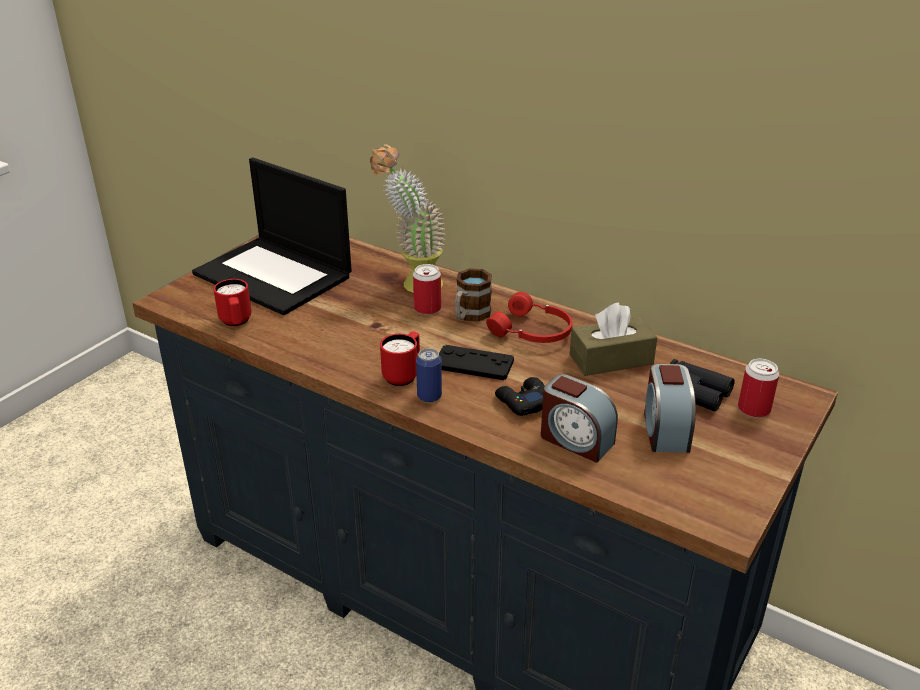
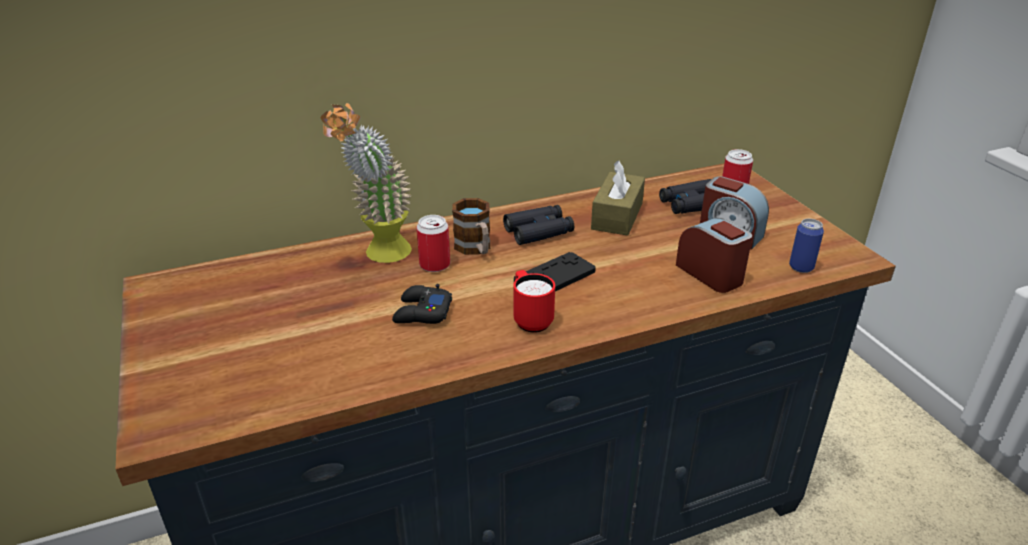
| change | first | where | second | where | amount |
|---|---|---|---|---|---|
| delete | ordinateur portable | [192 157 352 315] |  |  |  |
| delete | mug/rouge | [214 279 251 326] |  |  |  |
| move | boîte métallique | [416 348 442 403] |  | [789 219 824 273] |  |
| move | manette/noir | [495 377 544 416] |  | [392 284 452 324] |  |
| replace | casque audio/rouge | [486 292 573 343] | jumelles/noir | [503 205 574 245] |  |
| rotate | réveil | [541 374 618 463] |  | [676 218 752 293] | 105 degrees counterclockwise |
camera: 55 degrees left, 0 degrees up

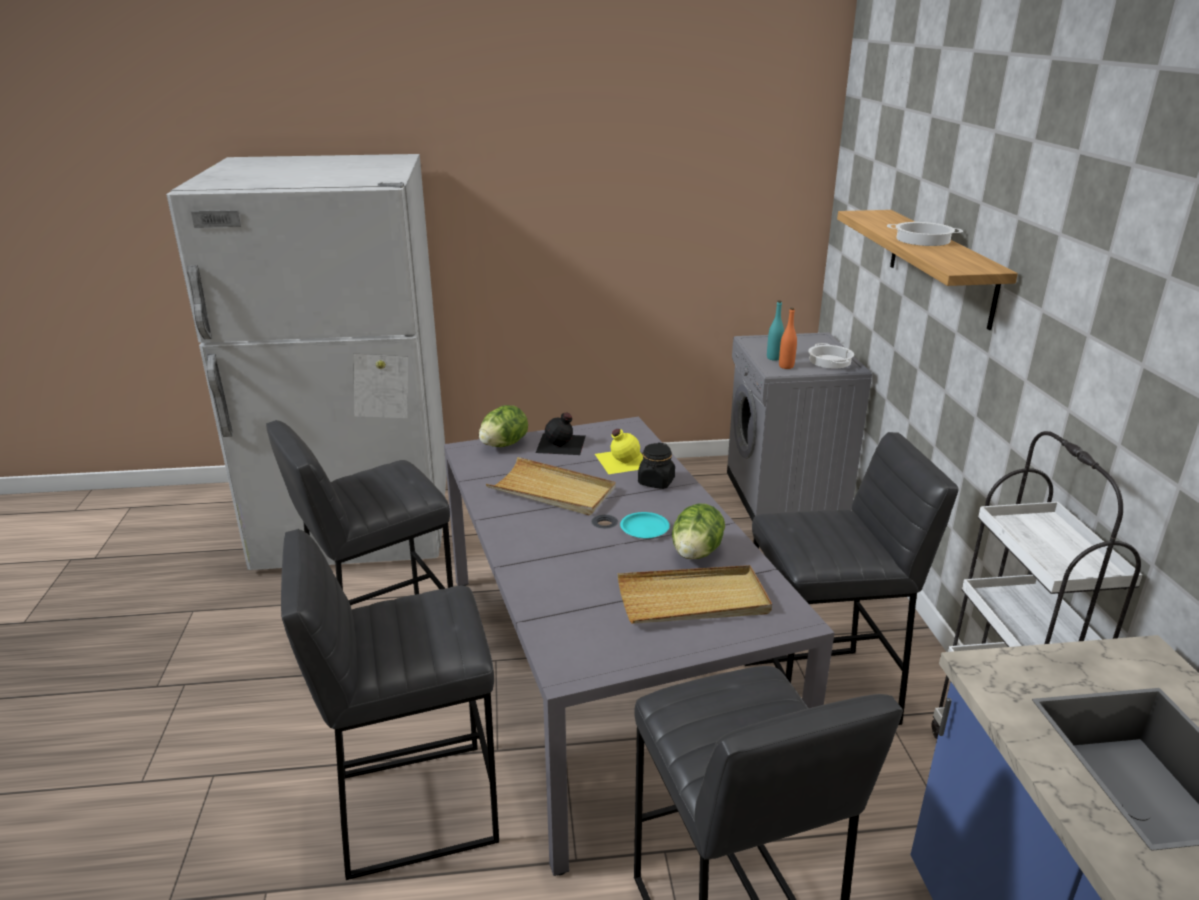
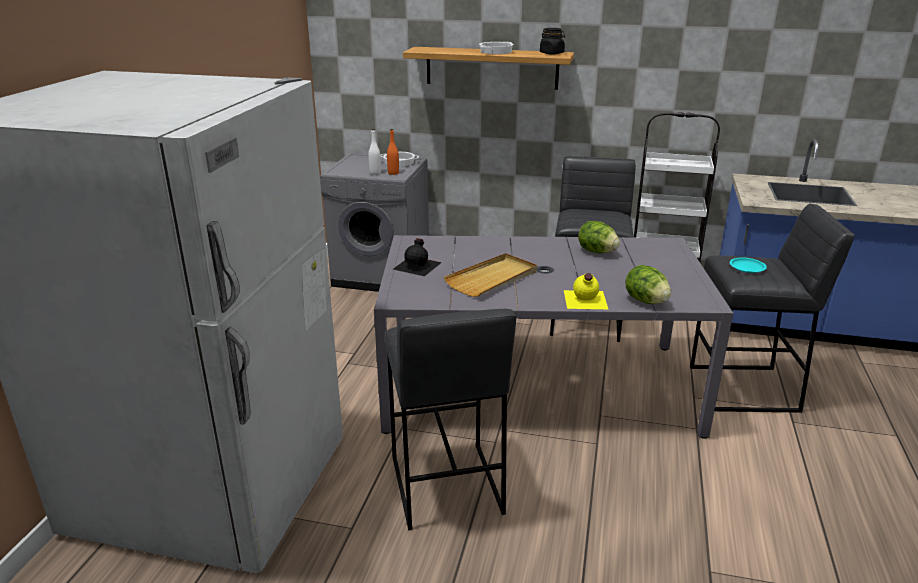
| change | first | where | second | where | amount |
|---|---|---|---|---|---|
| delete | tabouret/gris | [281 529 499 880] |  |  |  |
| delete | plateau/beige | [618 565 772 624] |  |  |  |
| move | laitue | [479 405 528 447] |  | [625 265 671 304] |  |
| move | bouteille/jaune | [595 429 643 474] |  | [564 273 608 309] |  |
| move | assiette/turquoise | [620 512 670 538] |  | [730 258 767 273] |  |
| move | bocal/noir | [638 442 675 489] |  | [540 28 565 54] |  |
| recolor | bouteille/turquoise | [767 300 784 361] | bouteille/blanc | [369 129 381 175] |  |
camera: 70 degrees left, 0 degrees up

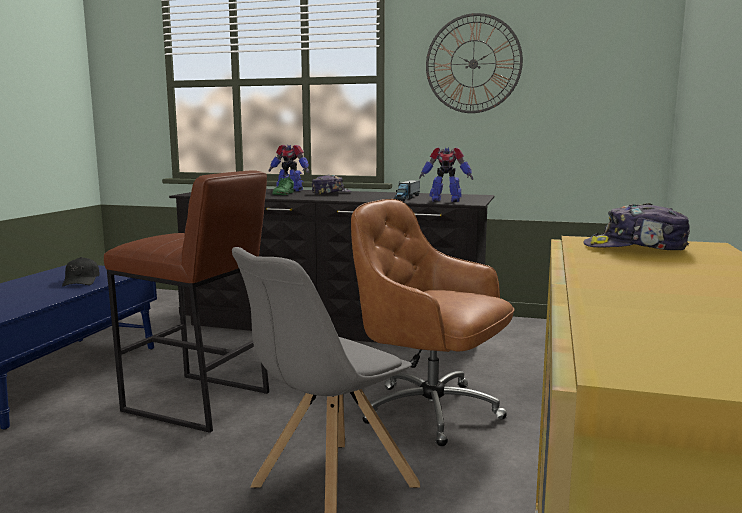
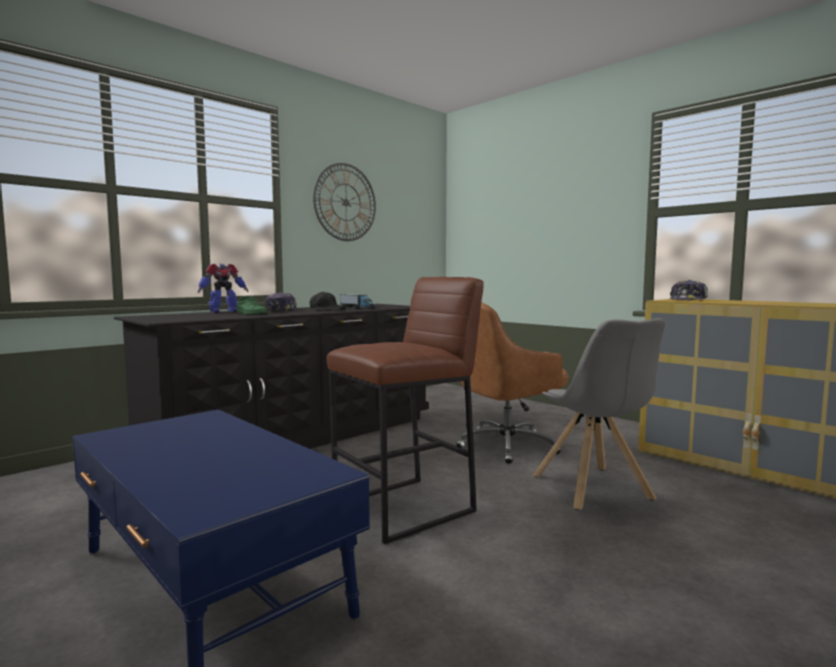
| change | first | where | second | where | amount |
|---|---|---|---|---|---|
| delete | robot jouet | [419 147 473 202] |  |  |  |
| move | casquette/noir | [62 257 99 286] |  | [309 291 346 311] |  |
camera: 60 degrees left, 5 degrees down

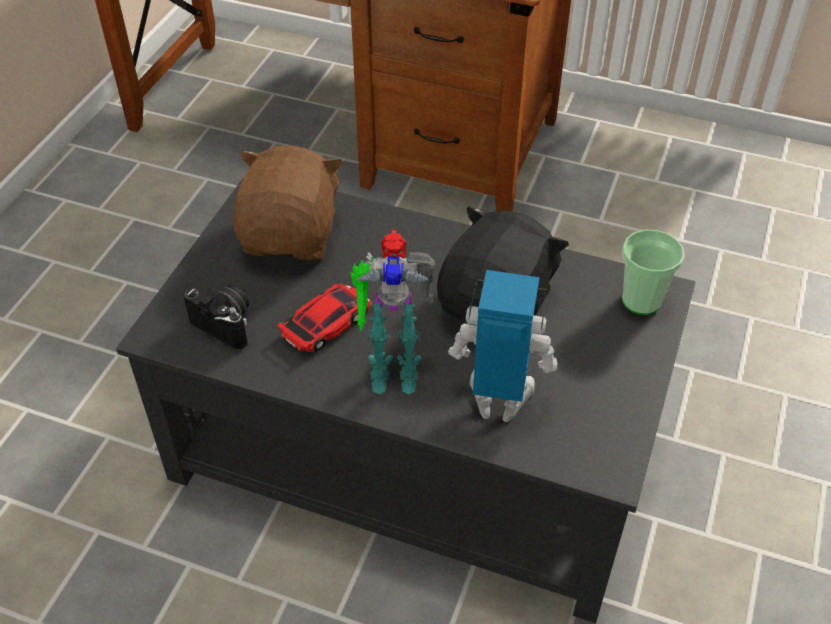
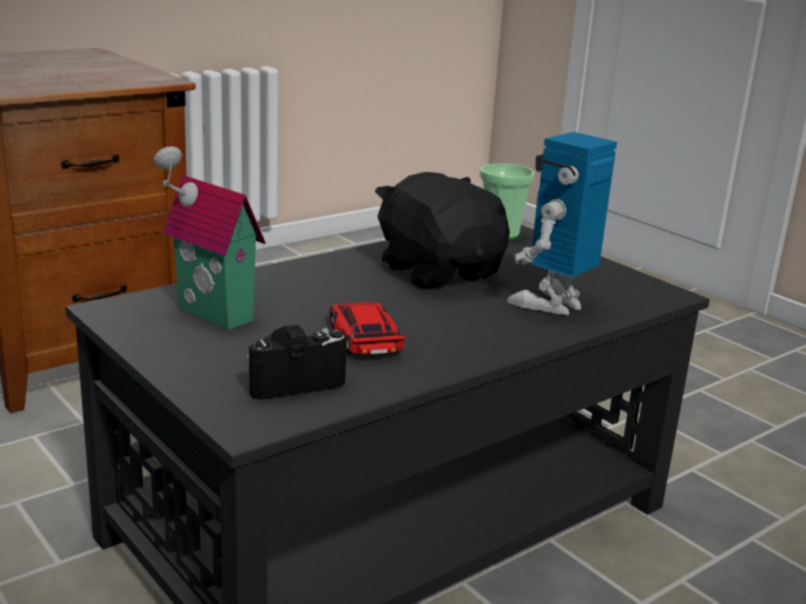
| change | first | where | second | where | amount |
|---|---|---|---|---|---|
| delete | robot jouet | [350 229 435 394] |  |  |  |
| replace | peluche/marron | [232 146 343 260] | maison miniature | [154 146 266 330] |  |
camera: 60 degrees left, 25 degrees down

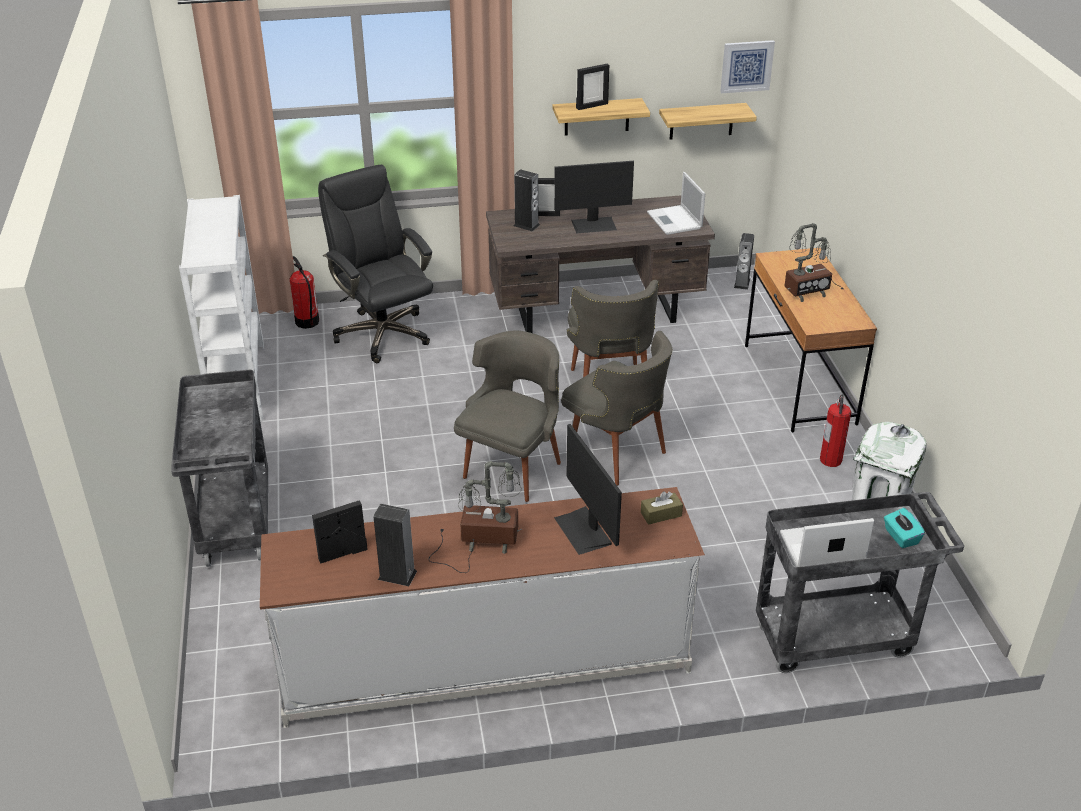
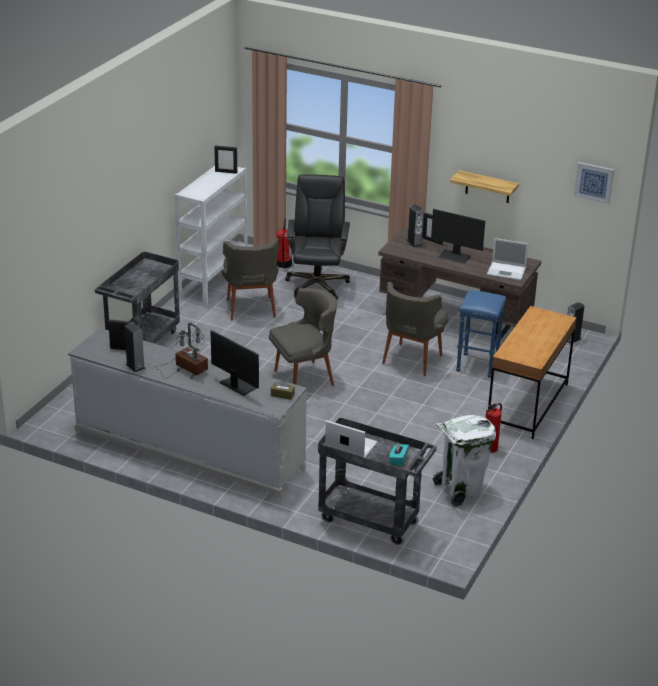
| change | first | where | second | where | amount |
|---|---|---|---|---|---|
| delete | étagère | [659 103 757 140] |  |  |  |
| delete | lampe de table | [784 223 844 302] |  |  |  |
| insert |  |  | tabouret/bleu | [456 290 506 378] |  |
| move | chaise/gris | [561 331 672 486] |  | [221 238 279 320] |  |
| move | cadre photo | [576 64 609 110] |  | [214 146 237 174] |  |
| recolor | meuble de rangement/marron | [260 487 705 728] | meuble de rangement/gris | [68 328 307 500] |  |
| rotate | écran d'ordinateur | [554 424 622 555] |  | [210 330 259 396] | 120 degrees clockwise |
| rotate | ordinateur portable | [647 172 705 235] |  | [487 238 529 281] | 90 degrees counterclockwise |
camera: 35 degrees right, 5 degrees down

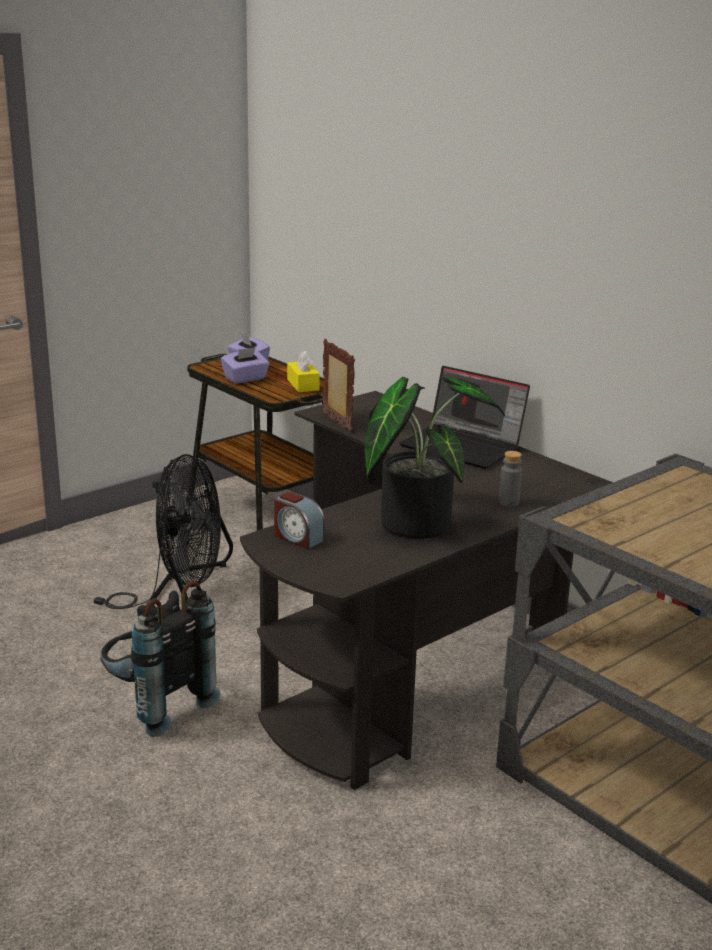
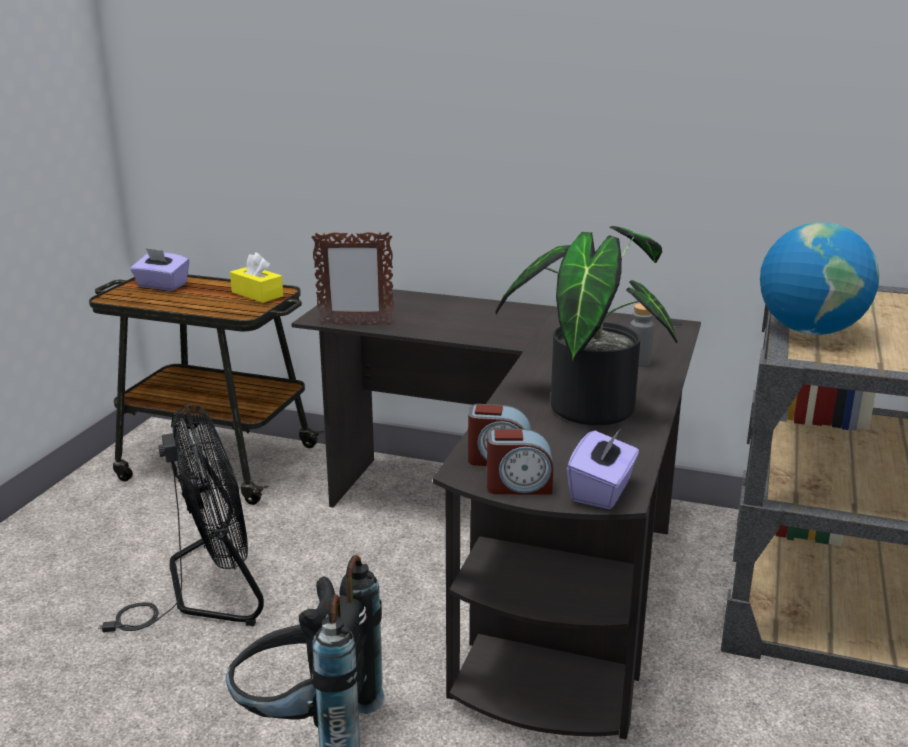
| change | first | where | second | where | amount |
|---|---|---|---|---|---|
| delete | ordinateur portable | [399 366 530 469] |  |  |  |
| insert |  |  | réveil | [487 429 553 494] |  |
| insert |  |  | globe | [760 223 880 335] |  |
| move | boîte à mouchoirs/violet | [221 347 270 384] |  | [567 428 639 509] |  |
| rotate | cadre photo | [322 339 355 432] |  | [311 231 394 326] | 150 degrees clockwise |
camera: 30 degrees left, 0 degrees up

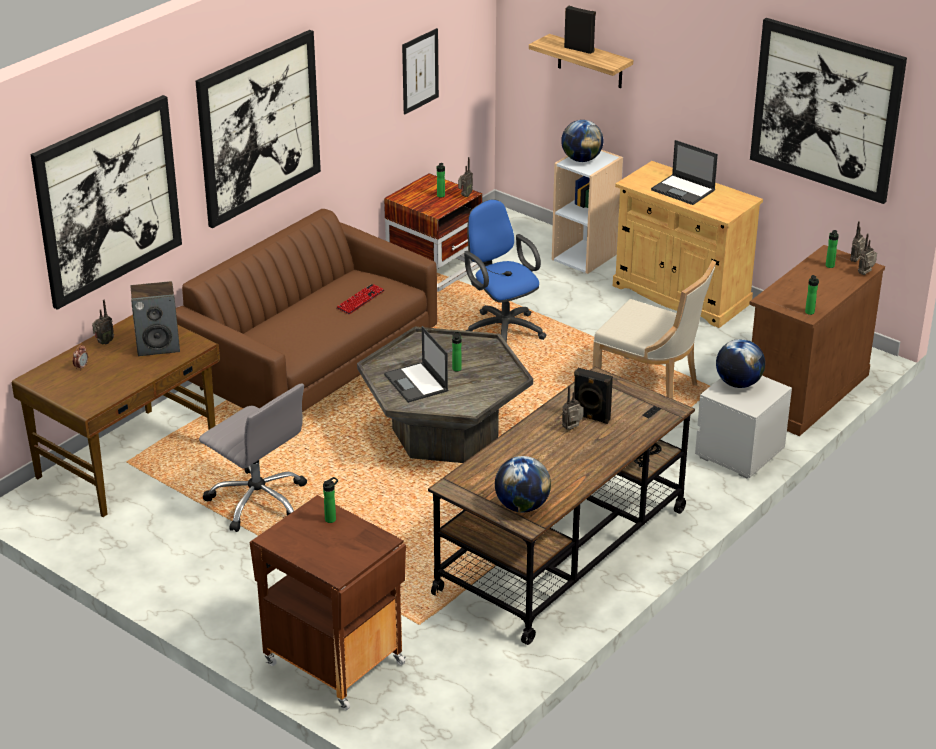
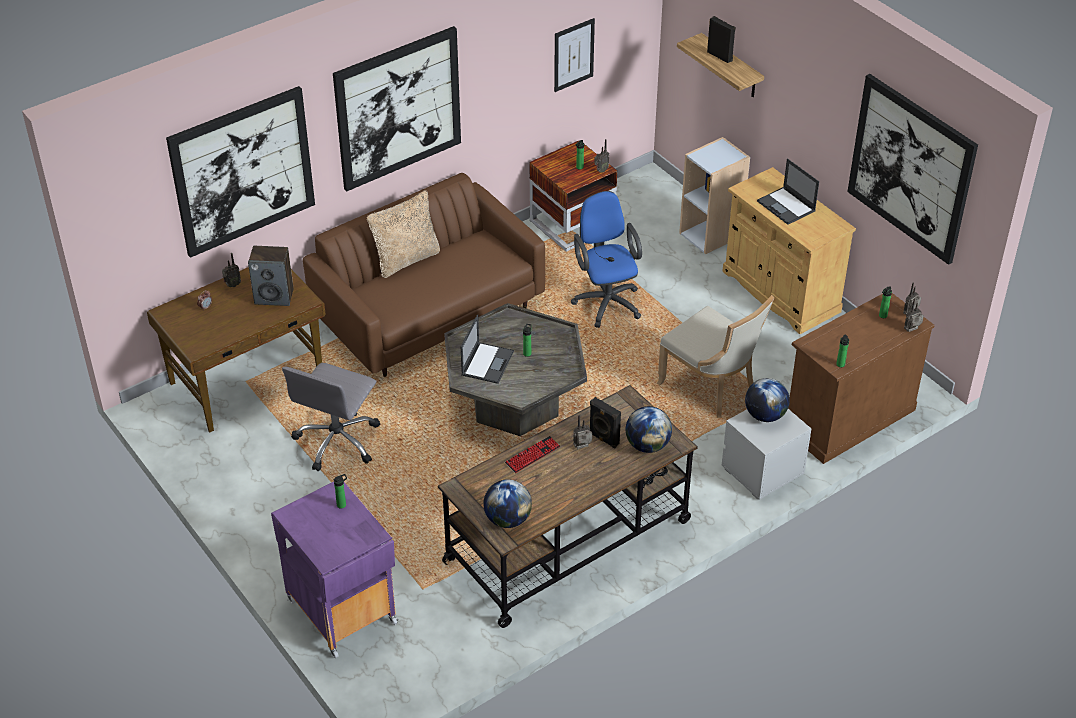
| change | first | where | second | where | amount |
|---|---|---|---|---|---|
| insert |  |  | coussin/beige | [367 191 440 278] |  |
| move | clavier | [336 284 385 314] |  | [505 436 560 473] |  |
| move | globe | [561 120 603 162] |  | [626 406 672 453] |  |
| recolor | chariot/marron | [250 495 406 710] | chariot/violet | [271 481 398 658] |  |
| rotate | chaise de bureau/gris | [199 384 307 532] |  | [282 363 380 471] | 60 degrees clockwise |
| rotate | ordinateur portable | [384 326 448 403] |  | [461 315 514 384] | 150 degrees counterclockwise |
camera: 15 degrees right, 10 degrees up

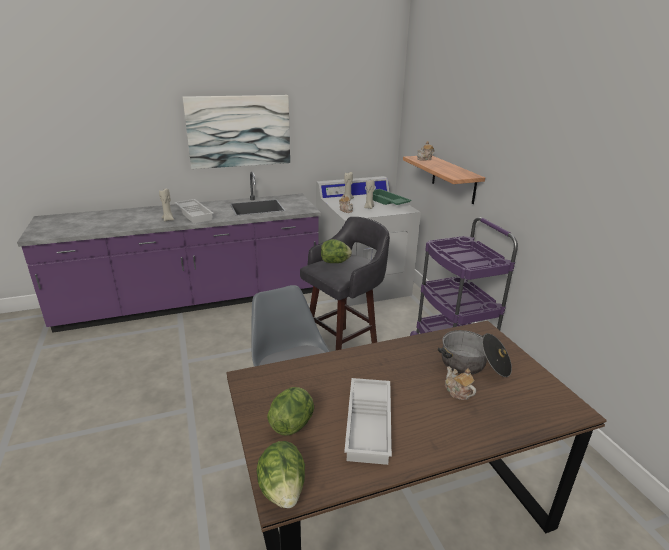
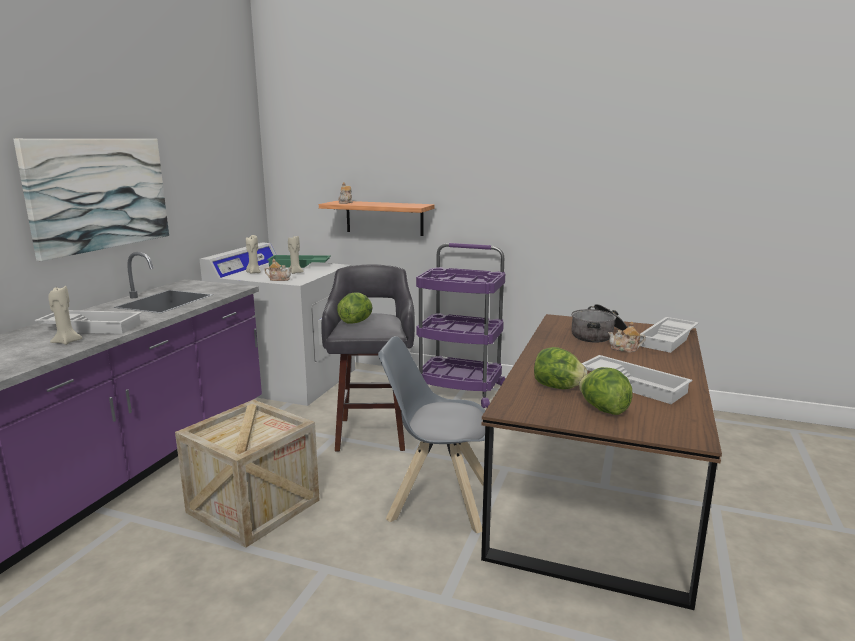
| change | first | where | second | where | amount |
|---|---|---|---|---|---|
| insert |  |  | caisse | [175 399 319 548] |  |
| insert |  |  | plateau/blanc | [639 317 699 353] |  |
| move | laitue | [256 441 305 508] |  | [534 347 587 389] |  |
camera: 50 degrees left, 10 degrees down

